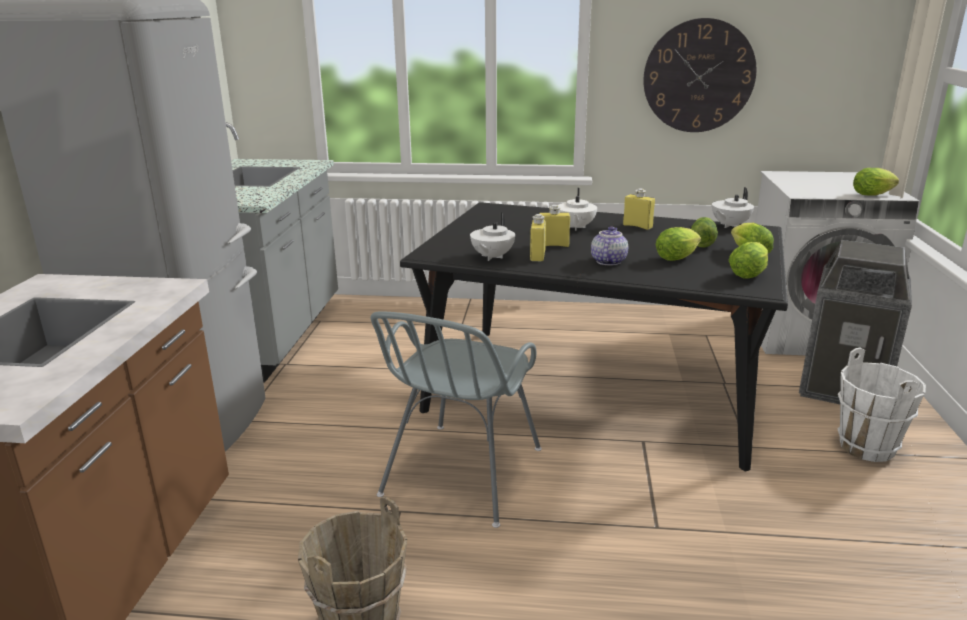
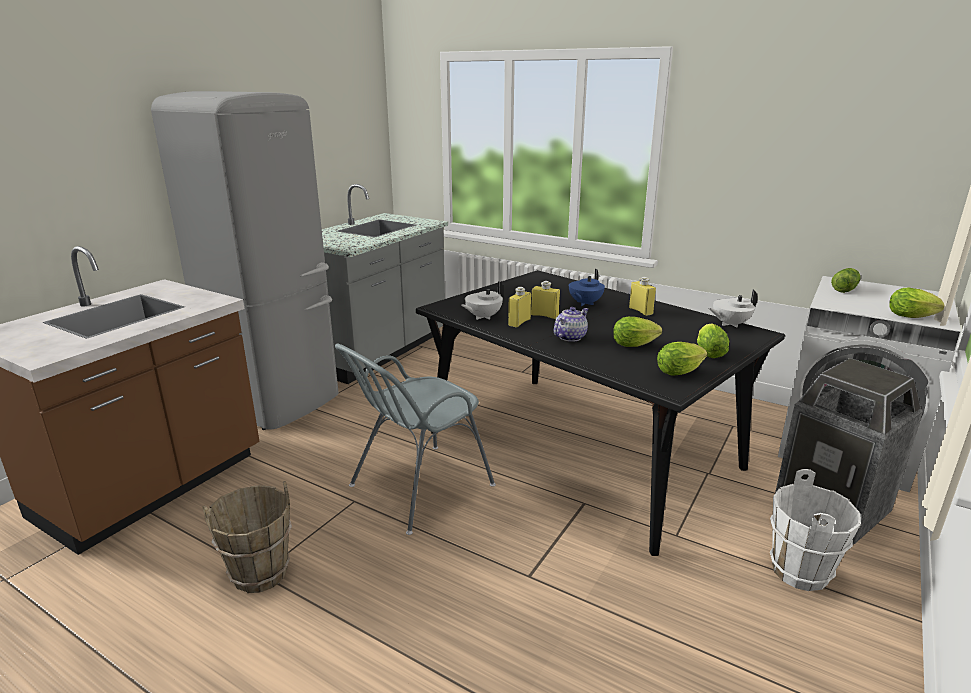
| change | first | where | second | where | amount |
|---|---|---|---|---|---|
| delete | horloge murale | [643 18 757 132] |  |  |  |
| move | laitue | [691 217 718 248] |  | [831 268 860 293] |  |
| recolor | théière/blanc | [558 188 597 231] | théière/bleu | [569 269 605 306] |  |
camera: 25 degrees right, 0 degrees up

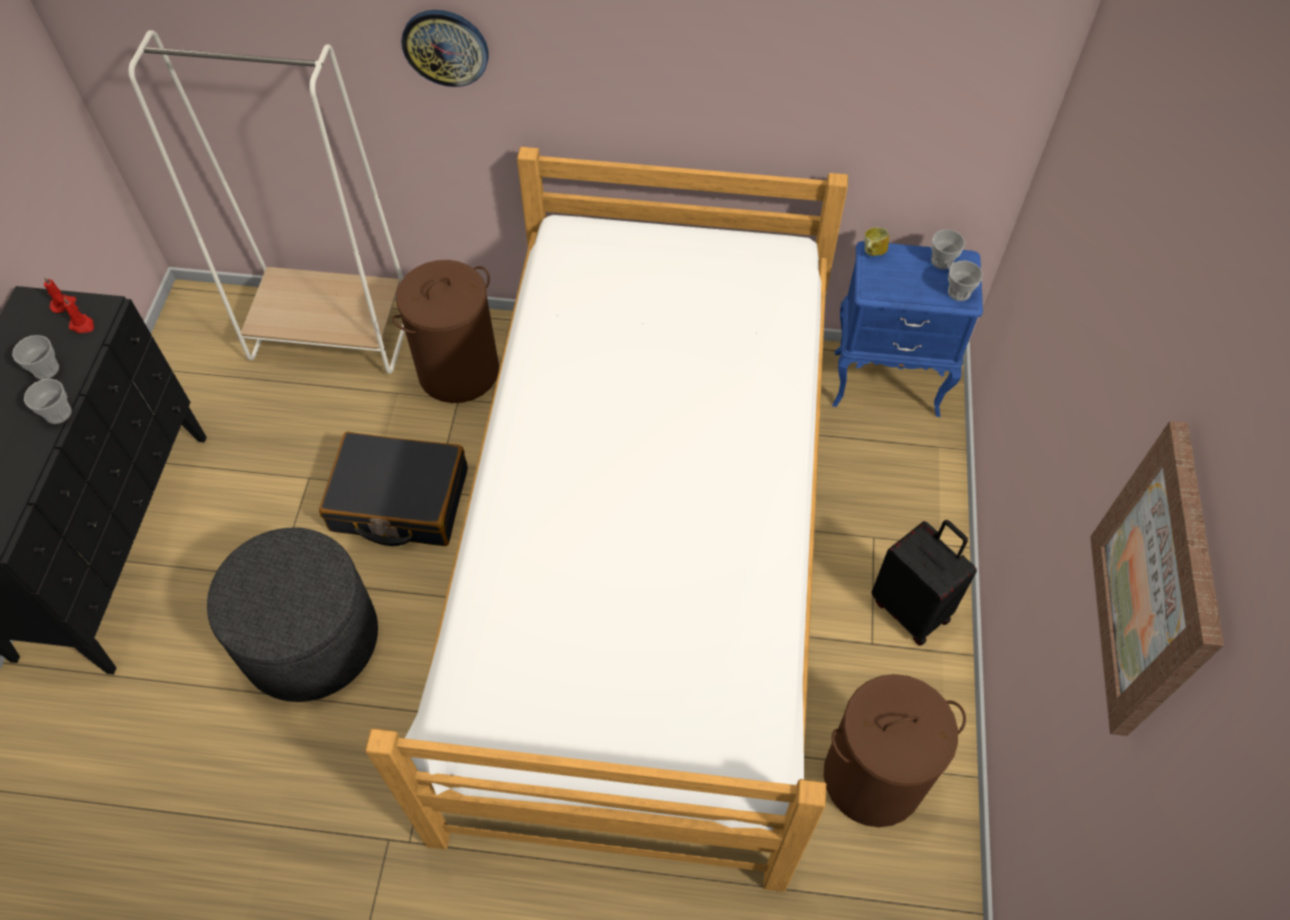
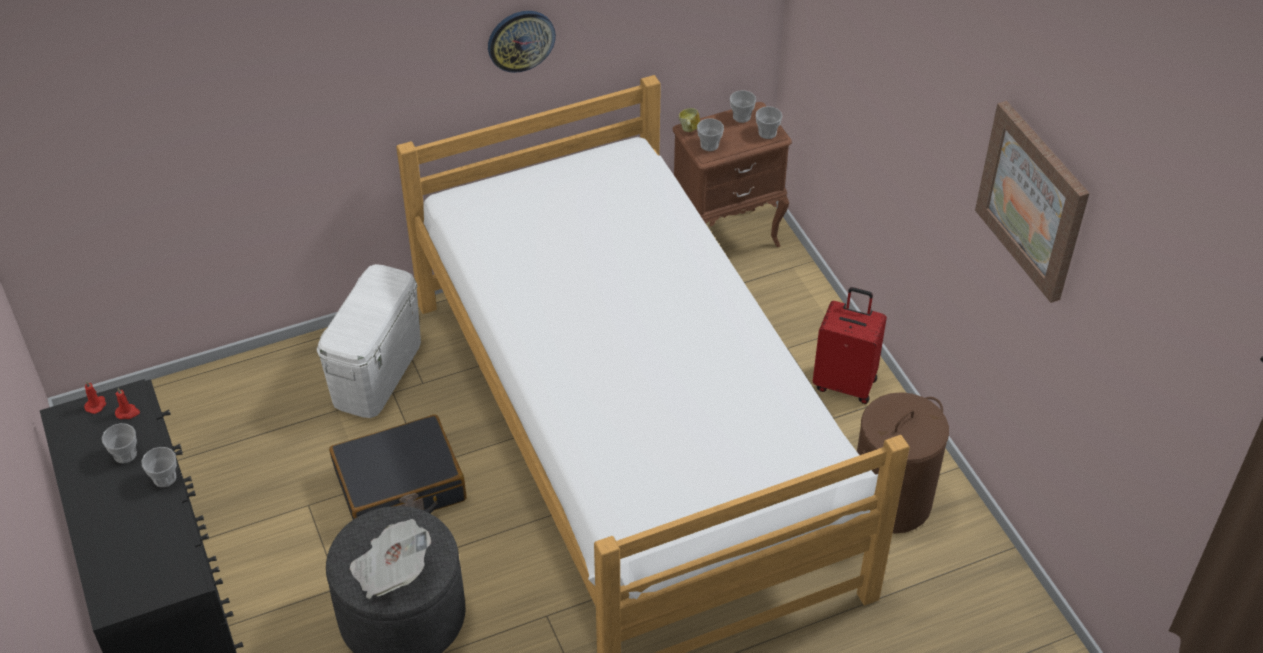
| change | first | where | second | where | amount |
|---|---|---|---|---|---|
| delete | portant | [128 30 405 374] |  |  |  |
| insert |  |  | journal | [350 519 431 599] |  |
| insert |  |  | tasse | [697 118 724 151] |  |
| move | horloge murale | [401 10 489 87] |  | [488 11 556 73] |  |
| replace | panier à linge/marron | [392 260 499 403] | boîte de rangement/blanc | [317 264 421 418] |  |
| recolor | table de chevet/bleu | [832 241 983 417] | table de chevet/marron | [673 102 792 247] |  |
| recolor | valise/noir | [872 520 977 646] | valise/rouge | [813 287 887 404] |  |
camera: 30 degrees left, 10 degrees down

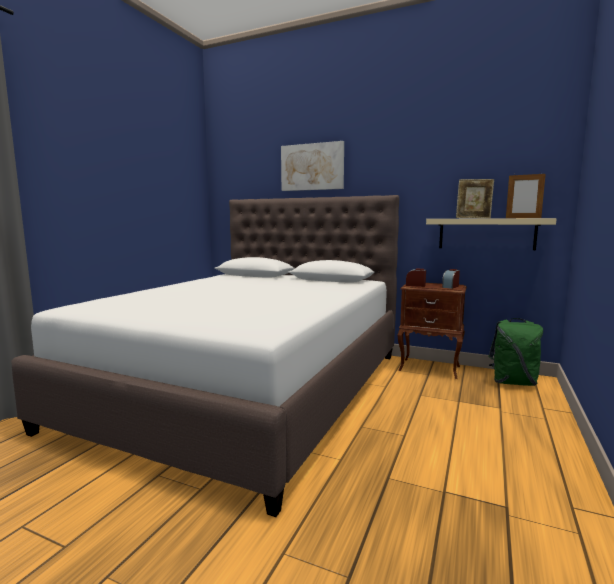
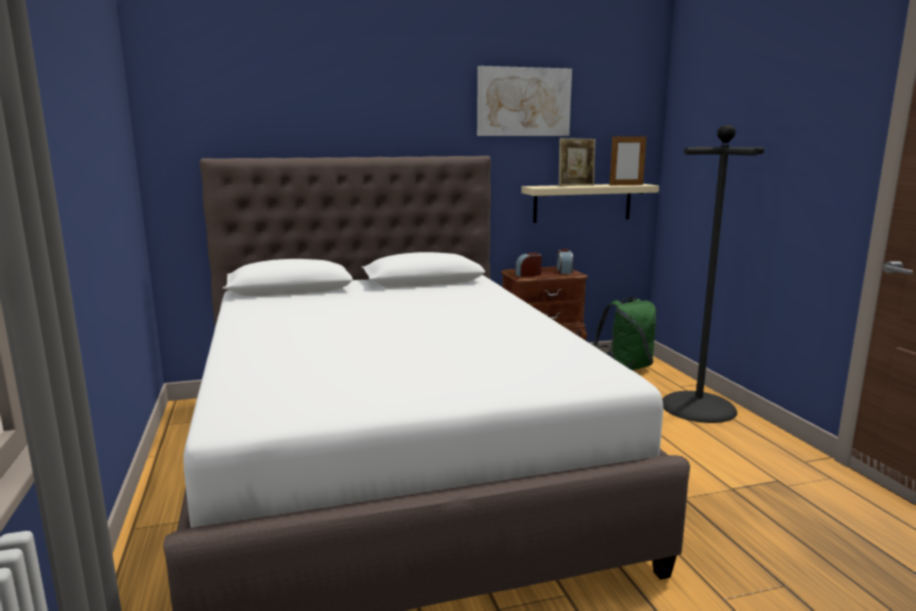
| change | first | where | second | where | amount |
|---|---|---|---|---|---|
| insert |  |  | portant/noir | [662 125 764 423] |  |
| move | tableau | [281 141 344 191] |  | [477 66 572 136] |  |
camera: 40 degrees left, 5 degrees up

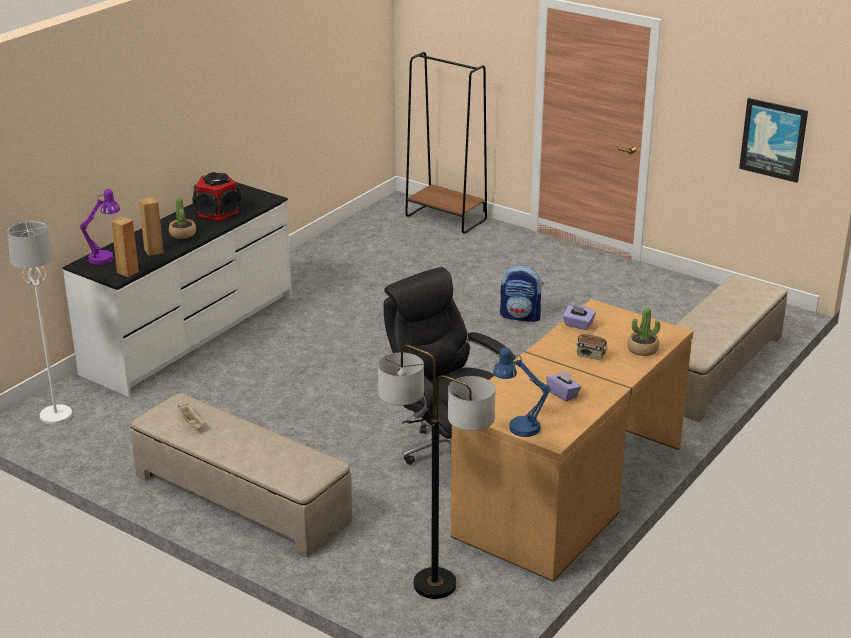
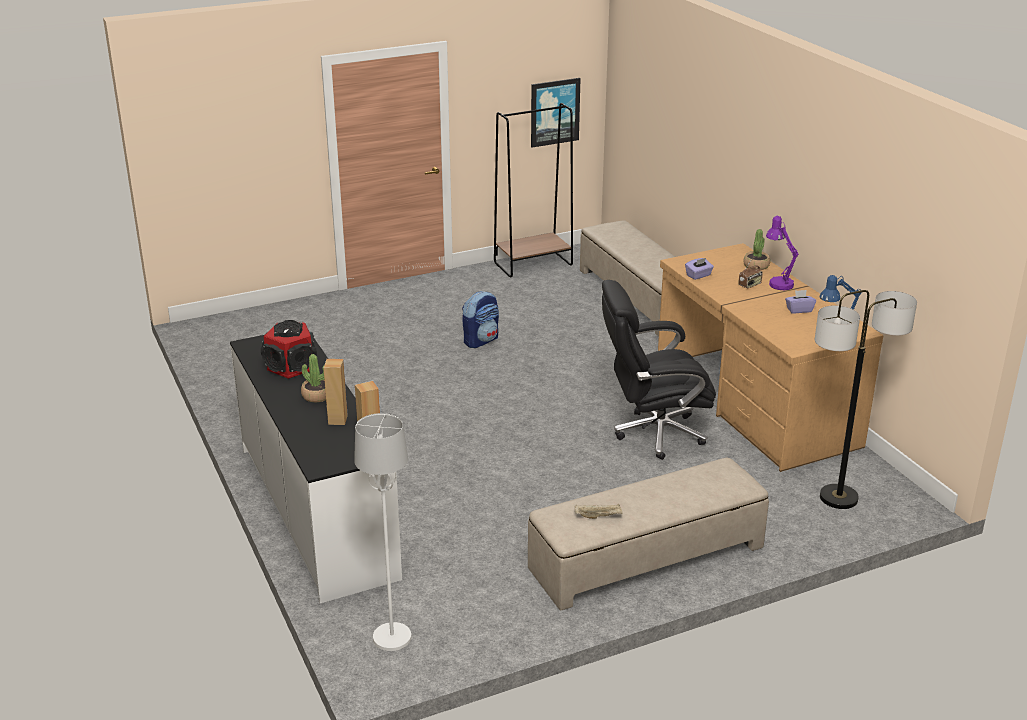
| change | first | where | second | where | amount |
|---|---|---|---|---|---|
| move | lampe de table/violet | [80 189 120 265] |  | [766 216 799 290] |  |
| move | portant | [405 52 487 234] |  | [494 103 573 278] |  |
camera: 60 degrees left, 0 degrees up

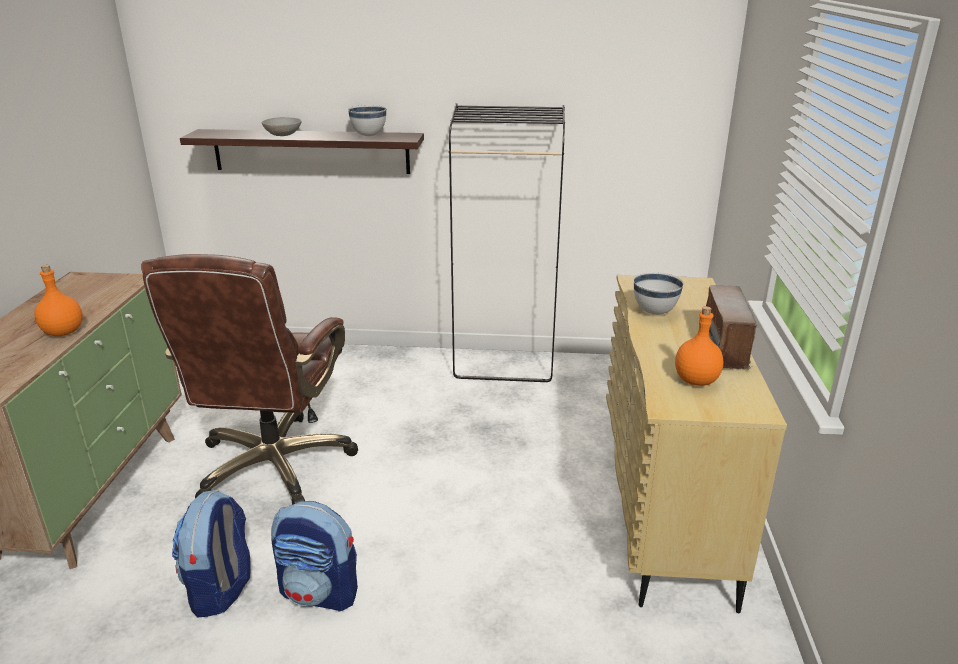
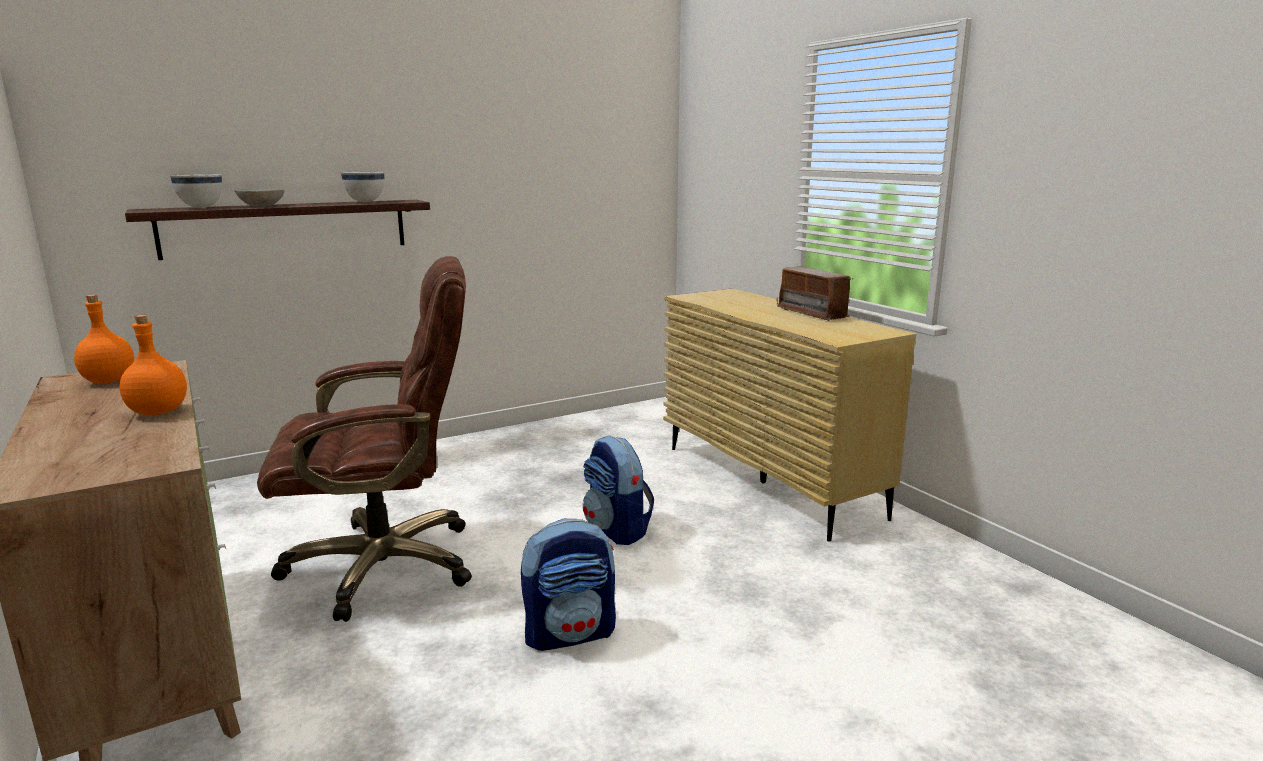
| change | first | where | second | where | amount |
|---|---|---|---|---|---|
| delete | portant/noir | [449 104 565 382] |  |  |  |
| move | sac à dos | [172 489 251 617] |  | [583 436 654 545] |  |
| move | bol/blanc | [633 272 684 315] |  | [170 174 222 208] |  |
| move | bouteille/orange | [675 306 723 386] |  | [74 295 134 384] |  |
| rotate | chaise de bureau/marron | [141 254 358 505] |  | [257 256 472 622] | 75 degrees counterclockwise |
camera: 35 degrees left, 10 degrees down

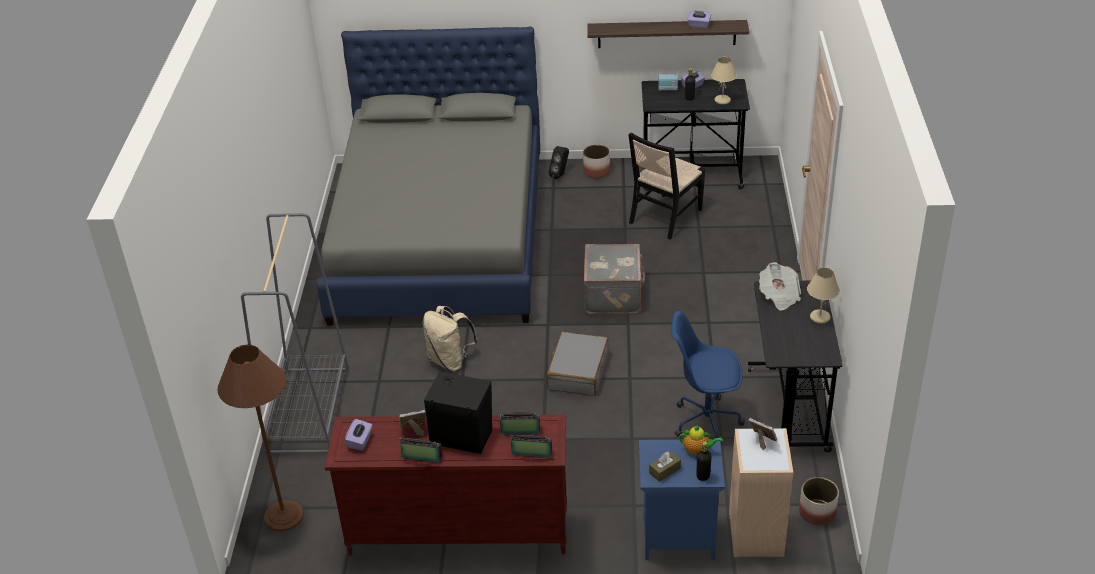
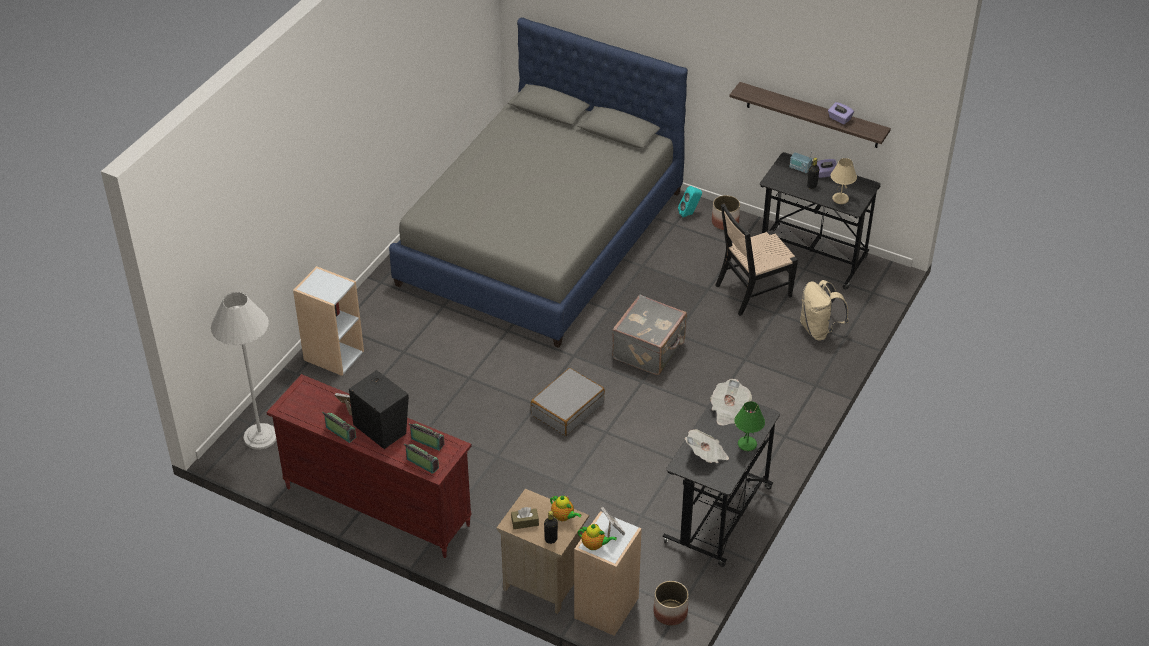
| change | first | where | second | where | amount |
|---|---|---|---|---|---|
| delete | boîte à mouchoirs/violet | [345 419 372 450] |  |  |  |
| delete | chaise de bureau/bleu | [671 311 745 438] |  |  |  |
| insert |  |  | théière | [578 524 617 550] |  |
| insert |  |  | journal | [685 429 729 463] |  |
| move | sac à dos/beige | [422 306 478 371] |  | [800 280 849 341] |  |
| replace | portant/gris | [241 213 349 453] | bibliothèque | [293 266 364 376] |  |
| recolor | lampadaire/marron | [217 345 304 532] | lampadaire/blanc | [211 292 276 450] |  |
| recolor | enceinte/noir | [548 146 569 180] | enceinte/turquoise | [678 186 702 217] |  |
| recolor | table de chevet/bleu | [639 439 725 560] | table de chevet/beige | [496 489 589 614] |  |
| recolor | lampe de table/beige | [807 268 840 324] | lampe de table/vert | [734 401 765 451] |  |
camera: 25 degrees right, 5 degrees up

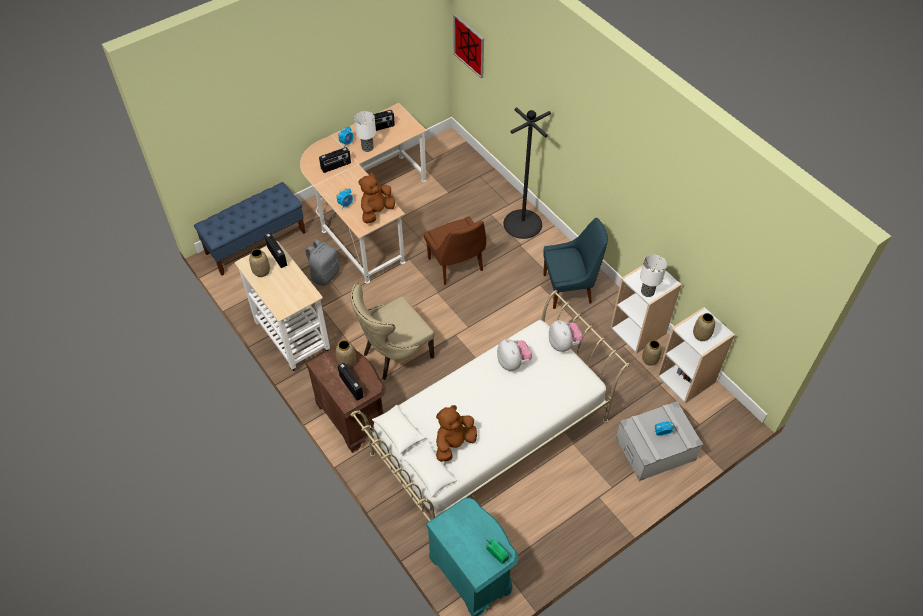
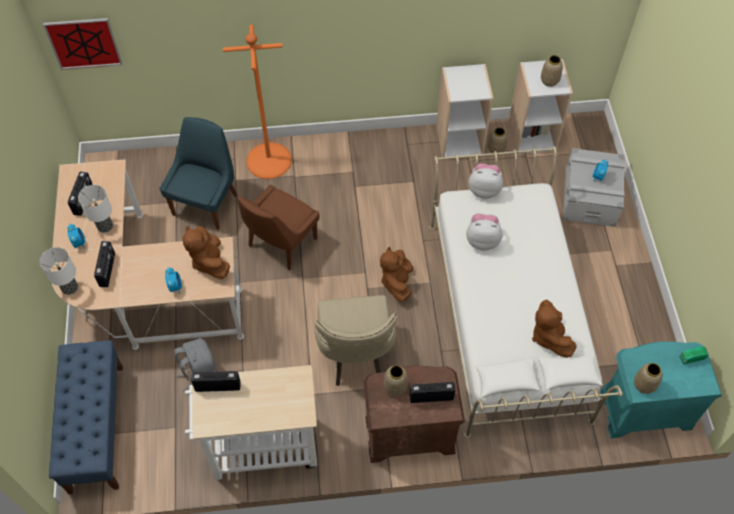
| change | first | where | second | where | amount |
|---|---|---|---|---|---|
| insert |  |  | peluche/marron | [380 247 413 302] |  |
| move | vase | [249 249 270 277] |  | [634 363 663 394] |  |
| move | chaise/bleu | [543 218 608 309] |  | [159 117 237 230] |  |
| move | lampe de table | [640 254 667 297] |  | [40 247 78 295] |  |
| recolor | portant/noir | [503 107 551 239] | portant/orange | [223 25 292 179] |  |
| rotate | chaise/marron | [424 216 486 285] |  | [238 185 320 270] | 120 degrees clockwise |
camera: 60 degrees left, 5 degrees up

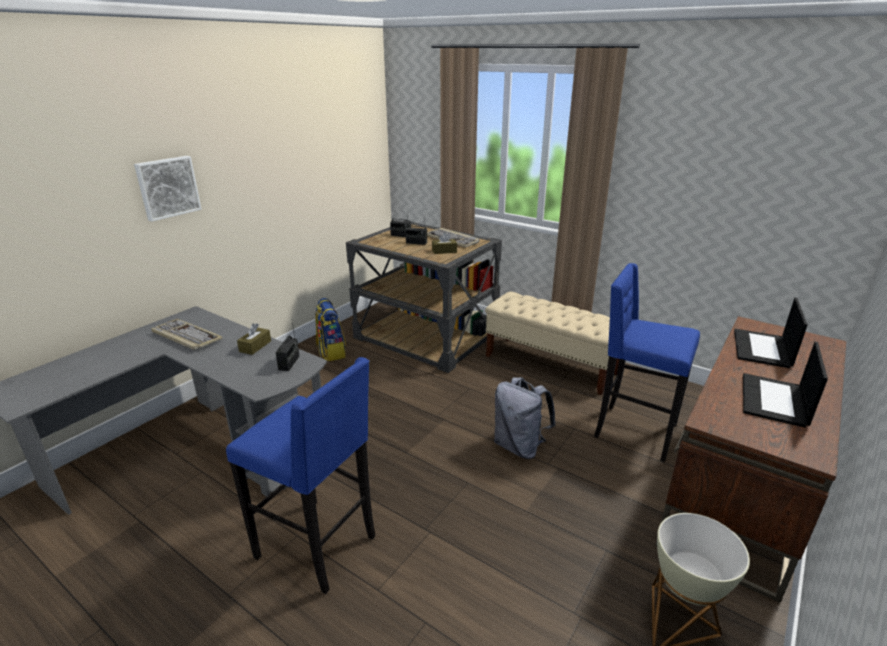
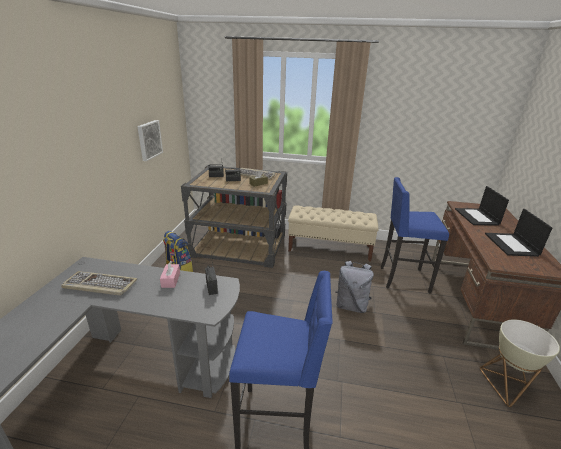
| change | first | where | second | where | amount |
|---|---|---|---|---|---|
| move | tableau | [134 156 202 221] |  | [137 120 163 161] |  |
| recolor | boîte à mouchoirs/marron | [237 323 271 355] | boîte à mouchoirs/rose | [160 261 180 288] |  |
camera: 25 degrees left, 0 degrees up

